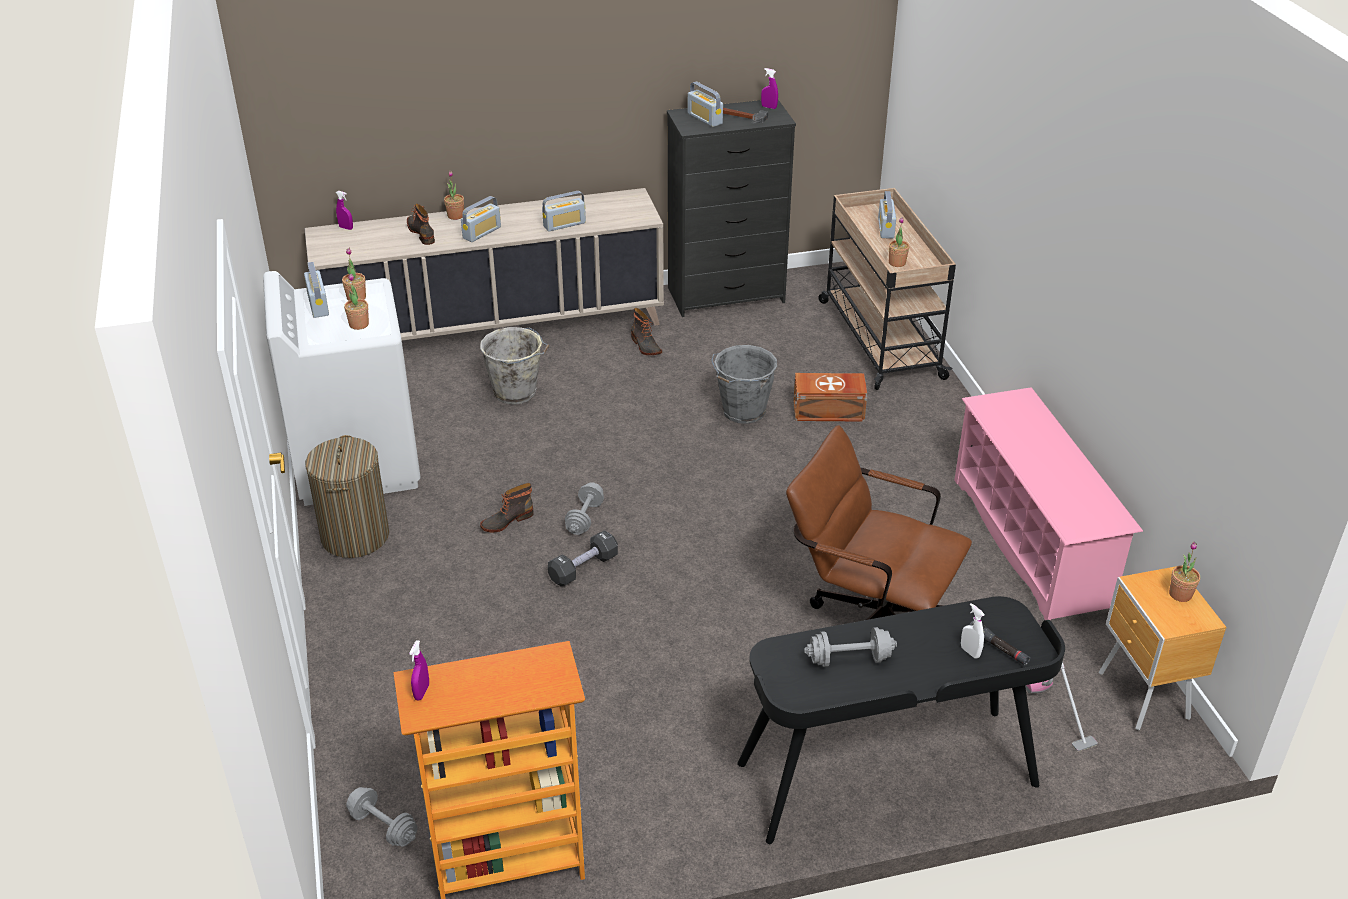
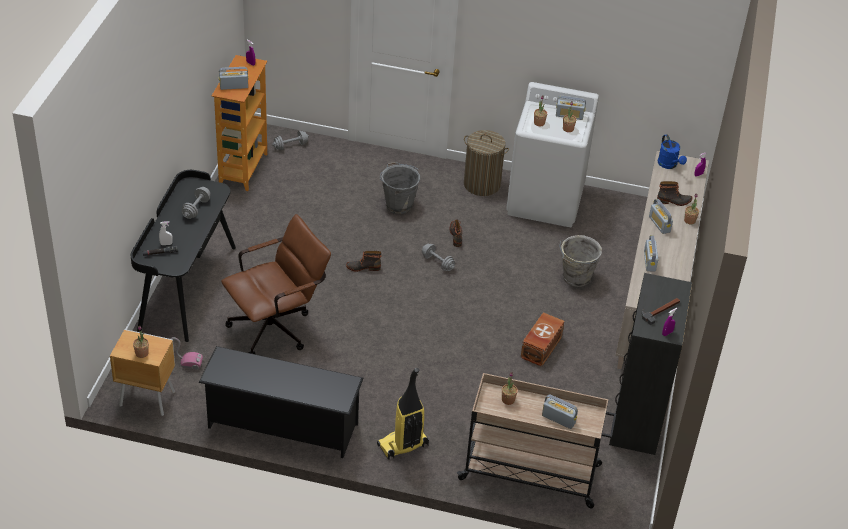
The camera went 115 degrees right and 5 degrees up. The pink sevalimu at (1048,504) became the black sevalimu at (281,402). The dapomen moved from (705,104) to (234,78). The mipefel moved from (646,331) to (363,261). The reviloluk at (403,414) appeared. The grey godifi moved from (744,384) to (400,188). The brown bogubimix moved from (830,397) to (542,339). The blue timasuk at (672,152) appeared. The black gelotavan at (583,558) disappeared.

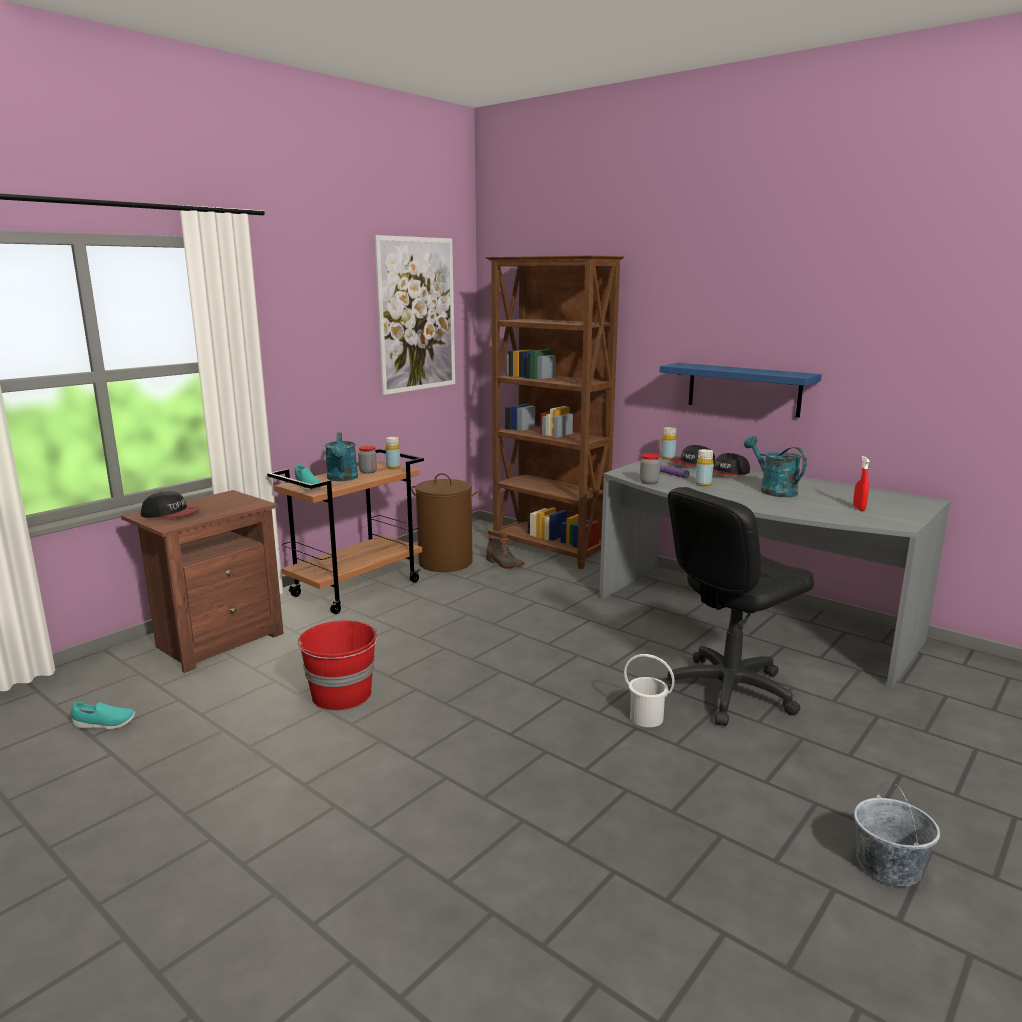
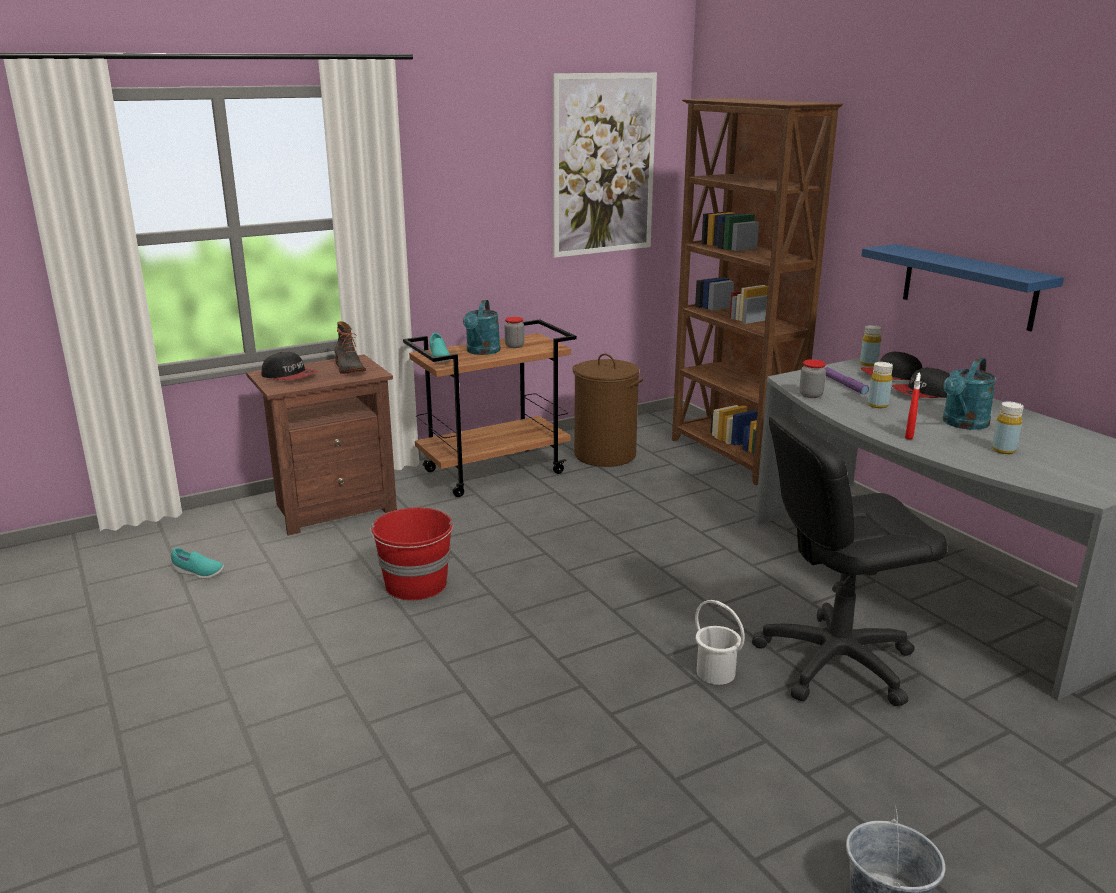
The camera went 20 degrees right and 5 degrees up. The mipefel moved from (505,549) to (350,347). The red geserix moved from (861,483) to (913,406). The turquoise timasuk at (775,466) turned 135 degrees counterclockwise. The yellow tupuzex moved from (393,453) to (1008,428).

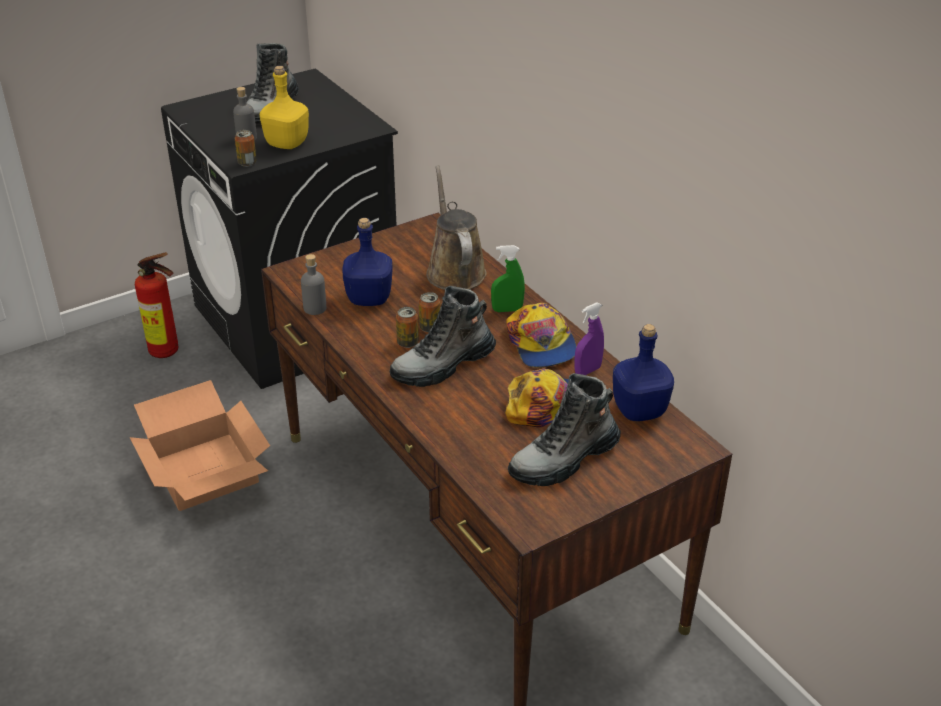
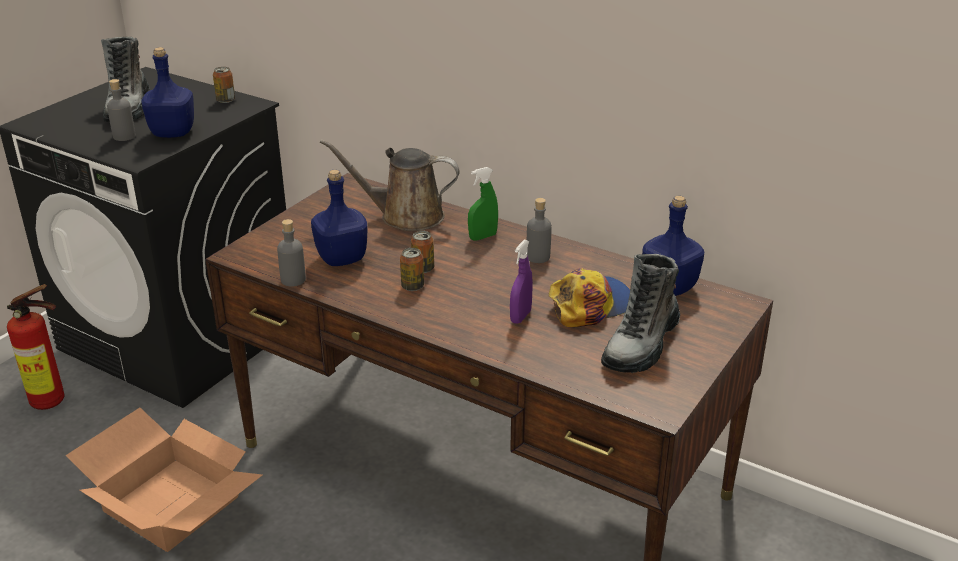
The camera went 25 degrees left and 5 degrees down. The yellow tupuzex at (284,107) became the blue tupuzex at (168,92). The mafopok moved from (246,148) to (224,85). The brown timasuk at (456,227) turned 45 degrees counterclockwise. The purple geserix moved from (589,338) to (521,282). The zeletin at (541,335) was replaced by the grey tupuzex at (539,230). The mipefel at (442,336) disappeared.

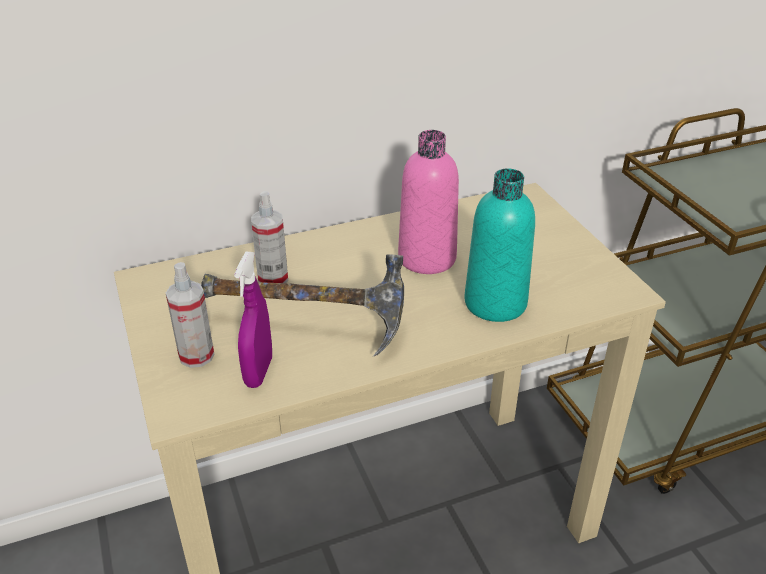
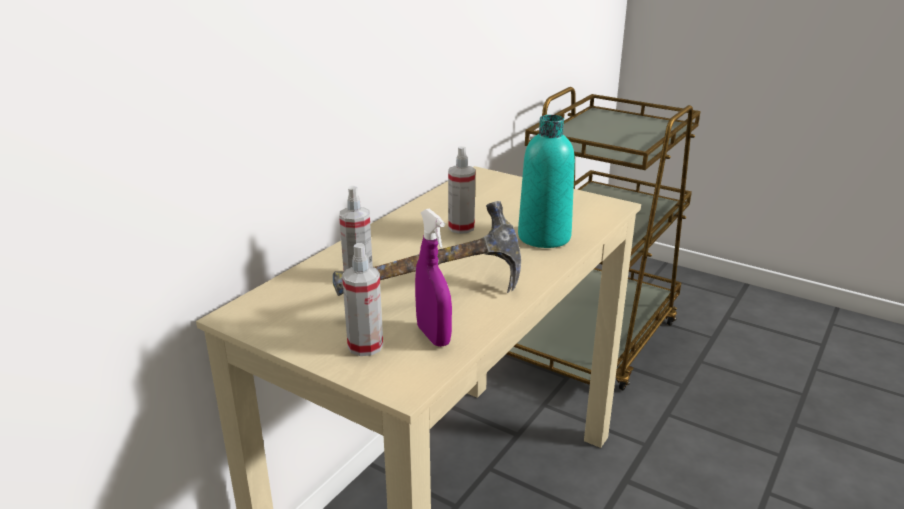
The camera went 35 degrees left and 10 degrees down. The pink tupuzex at (428,202) was replaced by the geserix at (461,190).

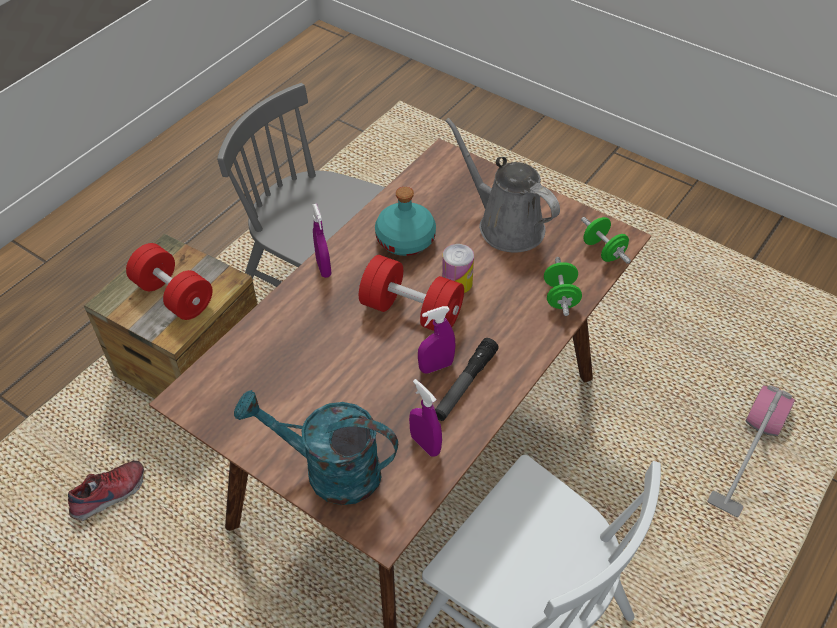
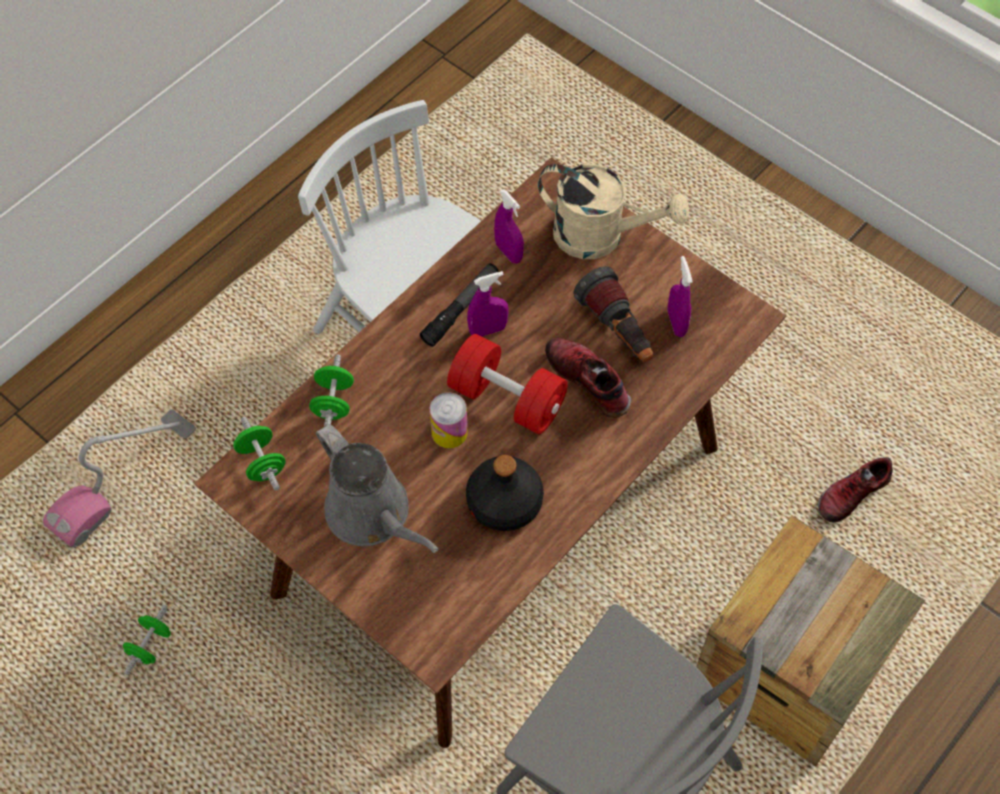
The camera went 175 degrees left and 10 degrees up. The green gelotavan at (147,640) appeared. The turquoise tupuzex at (405,221) became the black tupuzex at (505,493). The turquoise timasuk at (316,447) became the beige timasuk at (613,211). The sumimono at (588,378) appeared. The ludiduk at (613,314) appeared. The purple geserix moved from (321,241) to (680,296). The red gelotavan at (169,281) disappeared.

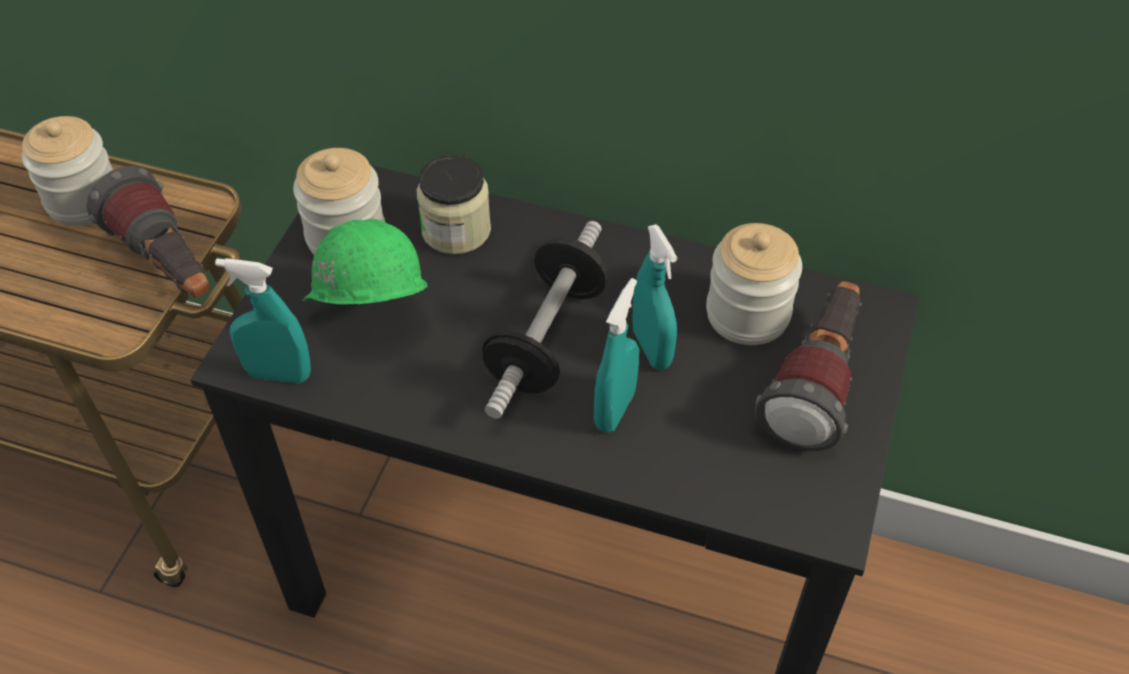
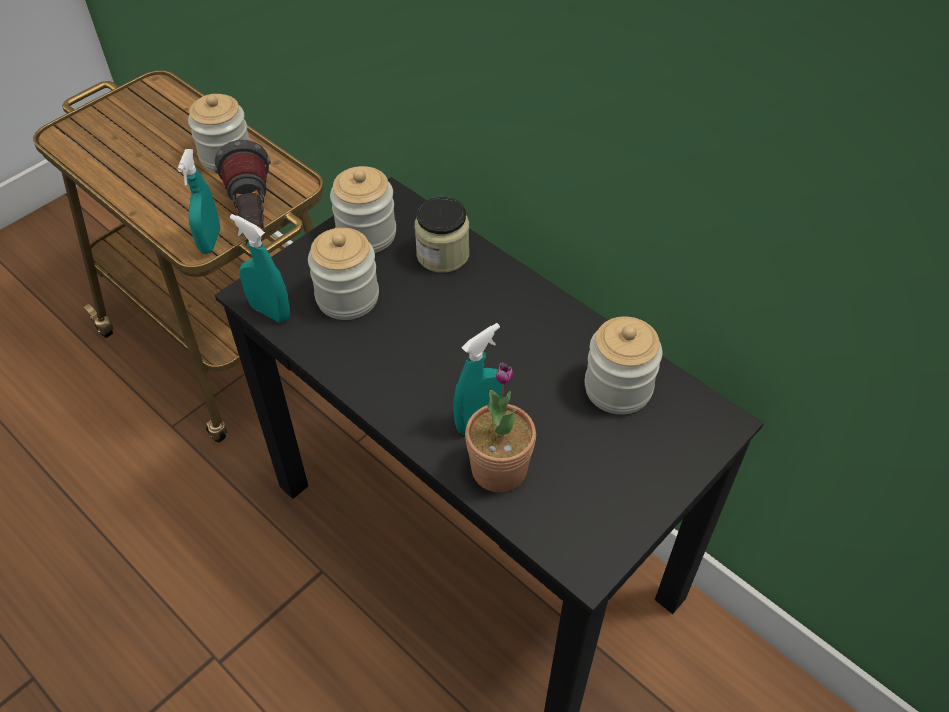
The camera went 25 degrees right and 0 degrees up. The turquoise geserix moved from (654,297) to (198,201). The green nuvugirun at (365,262) was replaced by the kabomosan at (343,274). The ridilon at (500,427) appeared. The gelotavan at (545,320) disappeared. The ludiduk at (808,366) disappeared.

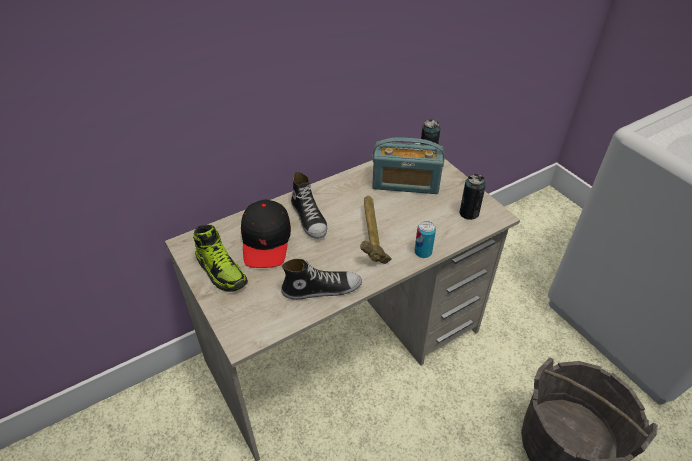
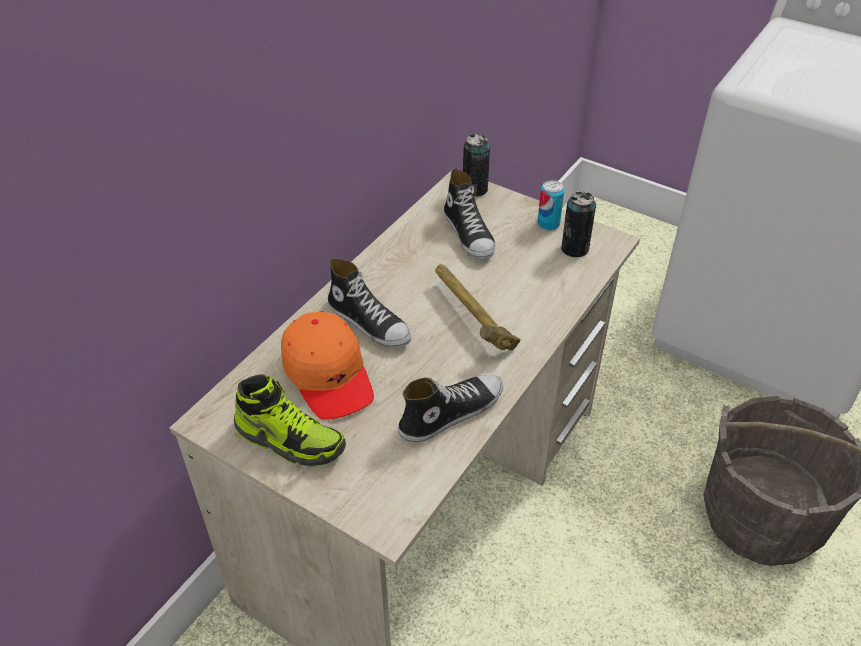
The camera went 25 degrees left and 0 degrees up. The black zeletin at (266,233) became the orange zeletin at (327,365). The dapomen at (408,165) was replaced by the sumimono at (469,214). The mafopok moved from (425,239) to (551,205).

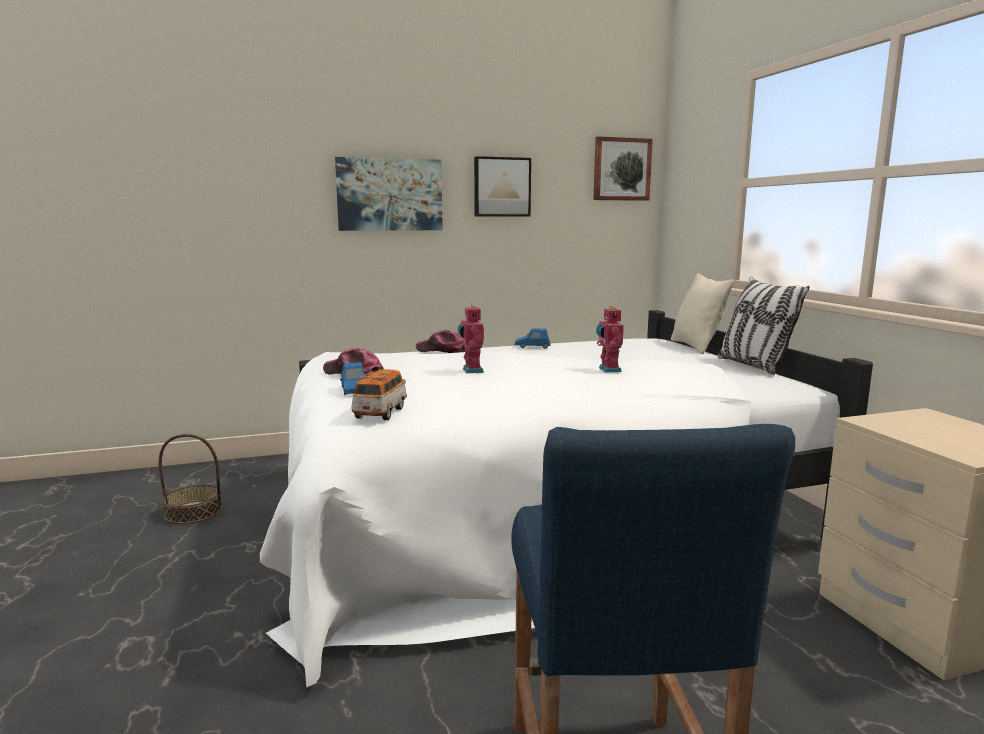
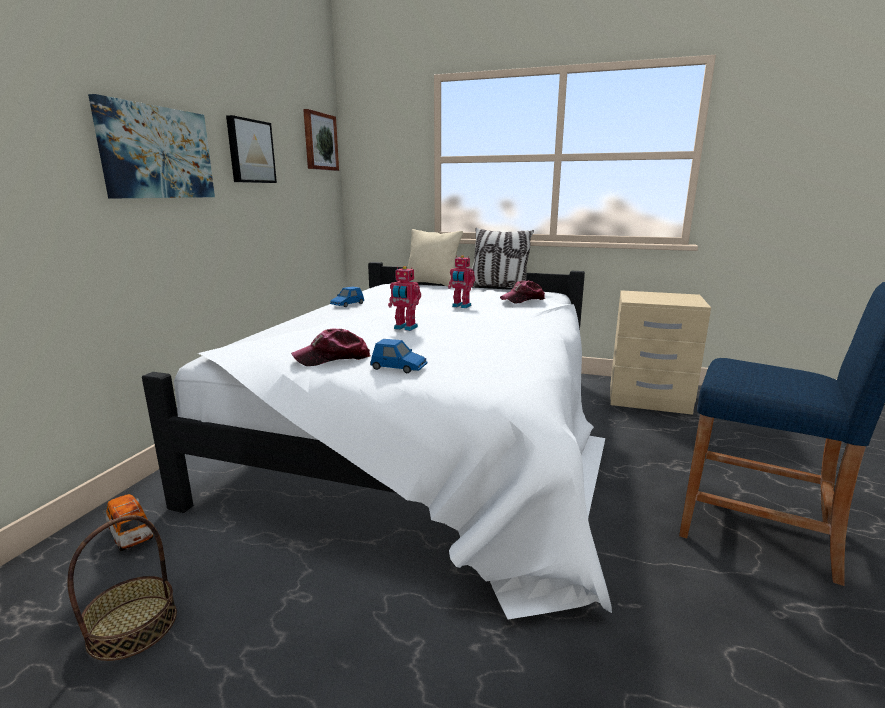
The camera went 55 degrees left and 5 degrees up. The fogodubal moved from (379,394) to (128,522). The zeletin moved from (440,341) to (522,291).

